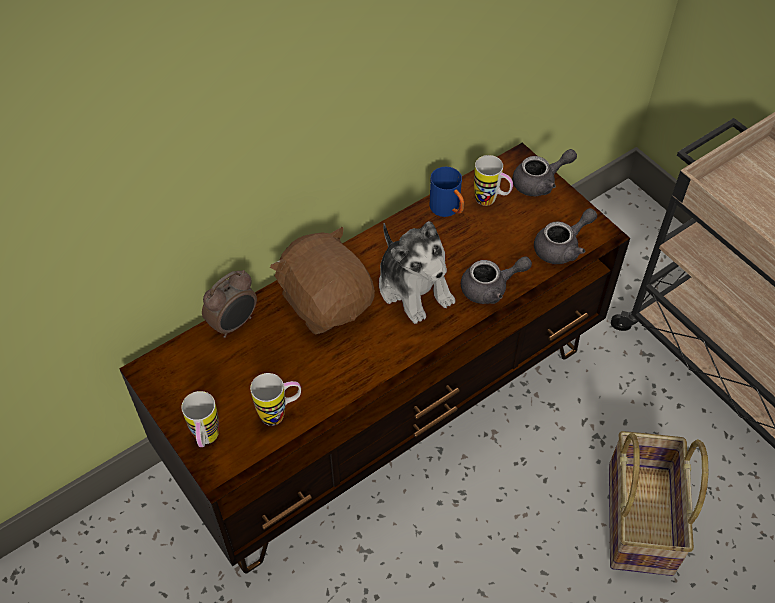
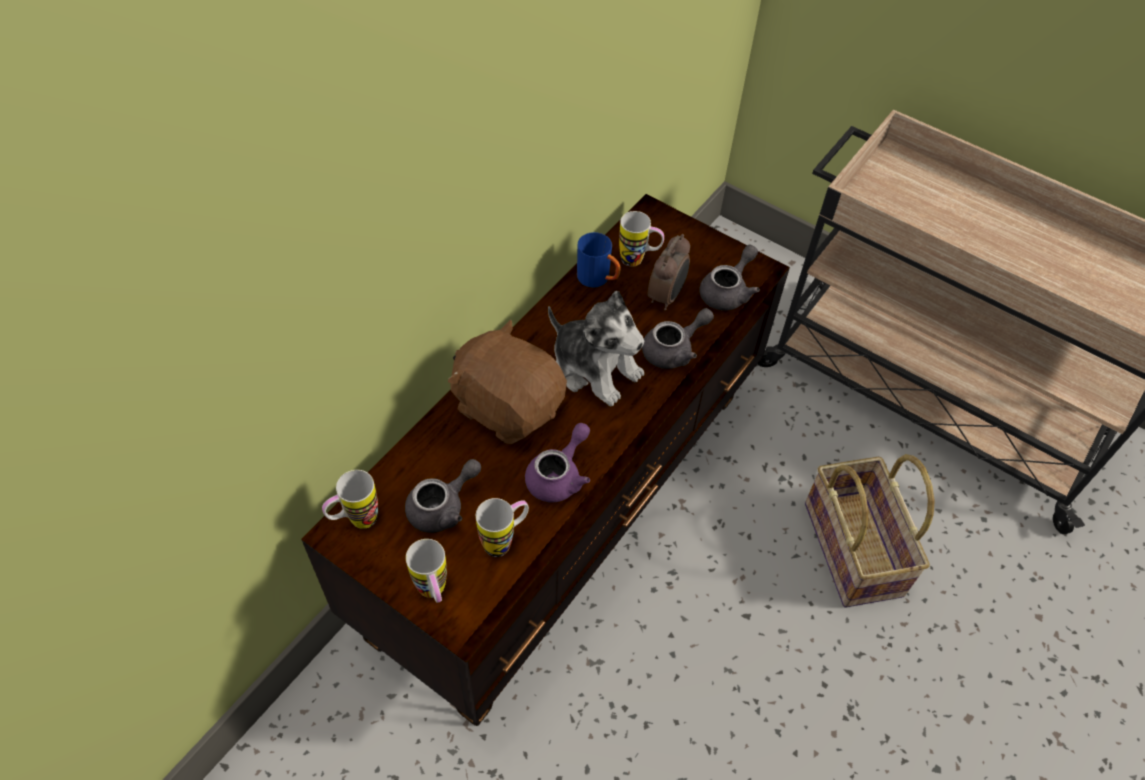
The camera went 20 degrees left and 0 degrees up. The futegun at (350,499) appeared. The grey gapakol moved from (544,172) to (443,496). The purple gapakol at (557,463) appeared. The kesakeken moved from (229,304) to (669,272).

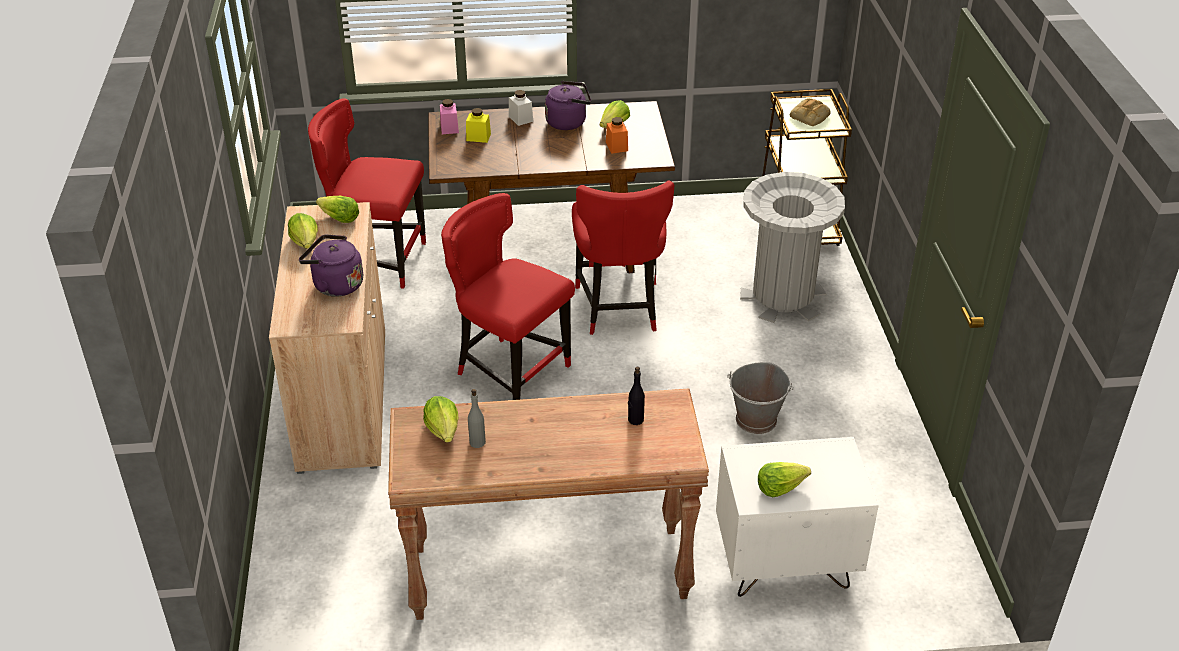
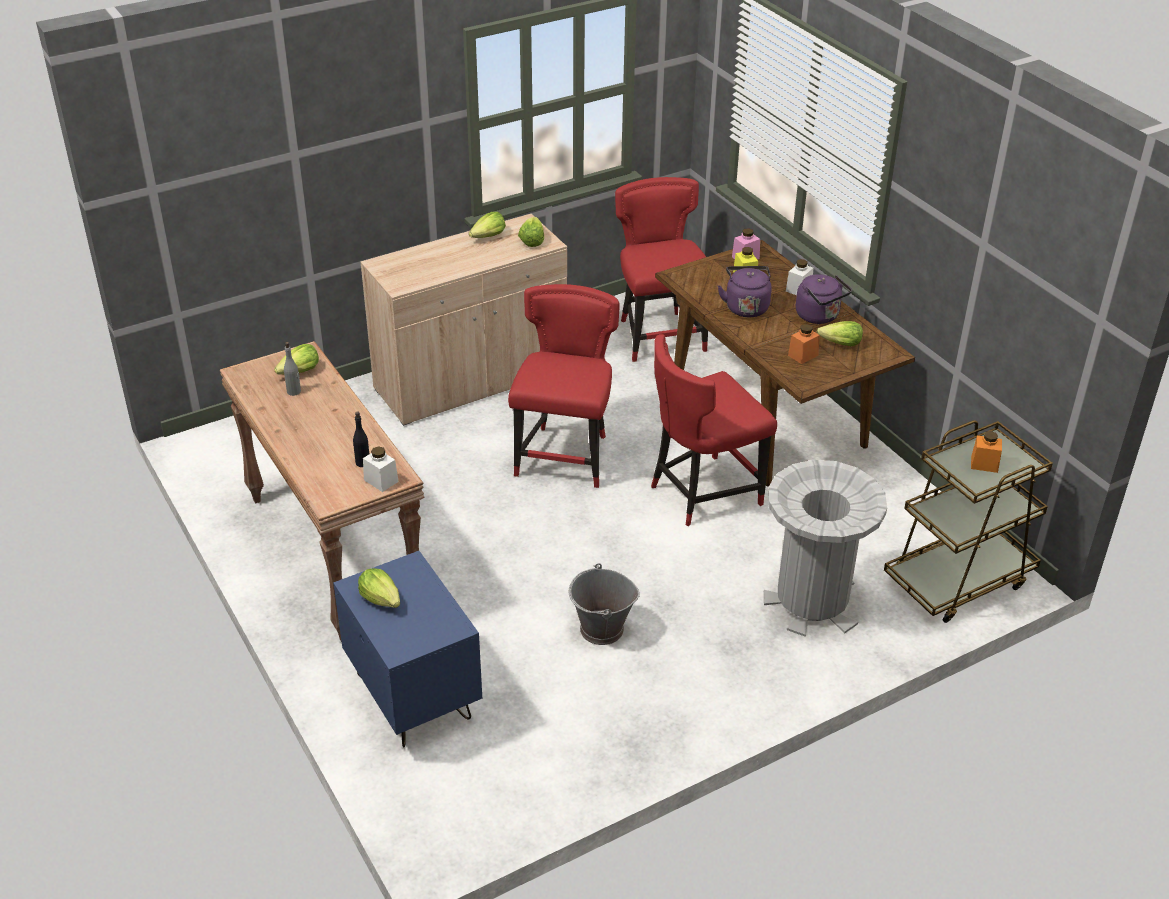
The camera went 65 degrees right and 0 degrees up. The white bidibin at (797,517) became the blue bidibin at (407,649). The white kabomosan at (381,469) appeared. The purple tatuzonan moved from (331,266) to (745,291). The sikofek at (810,112) was replaced by the orange kabomosan at (986,452).

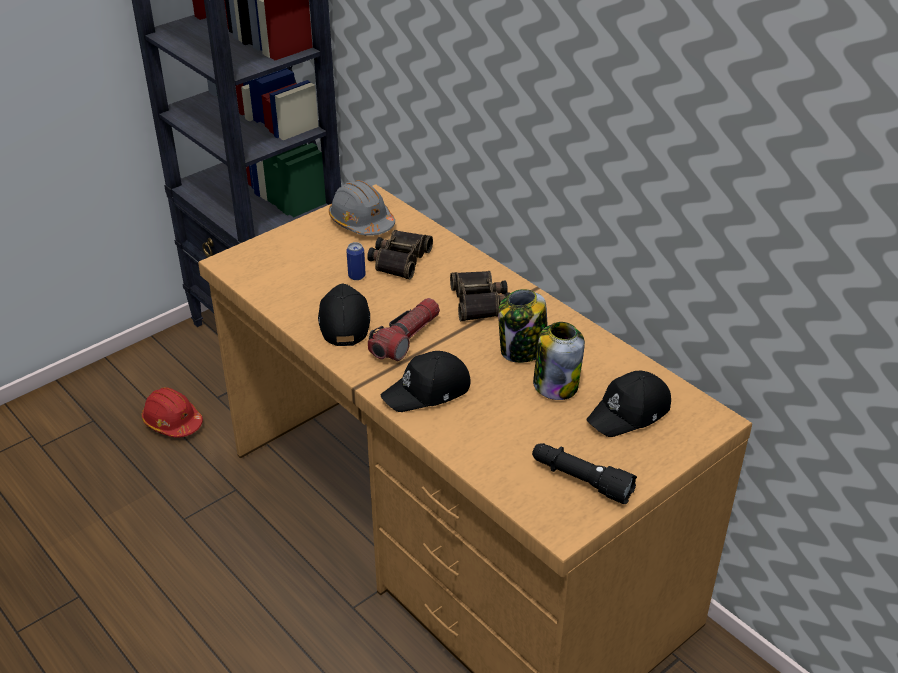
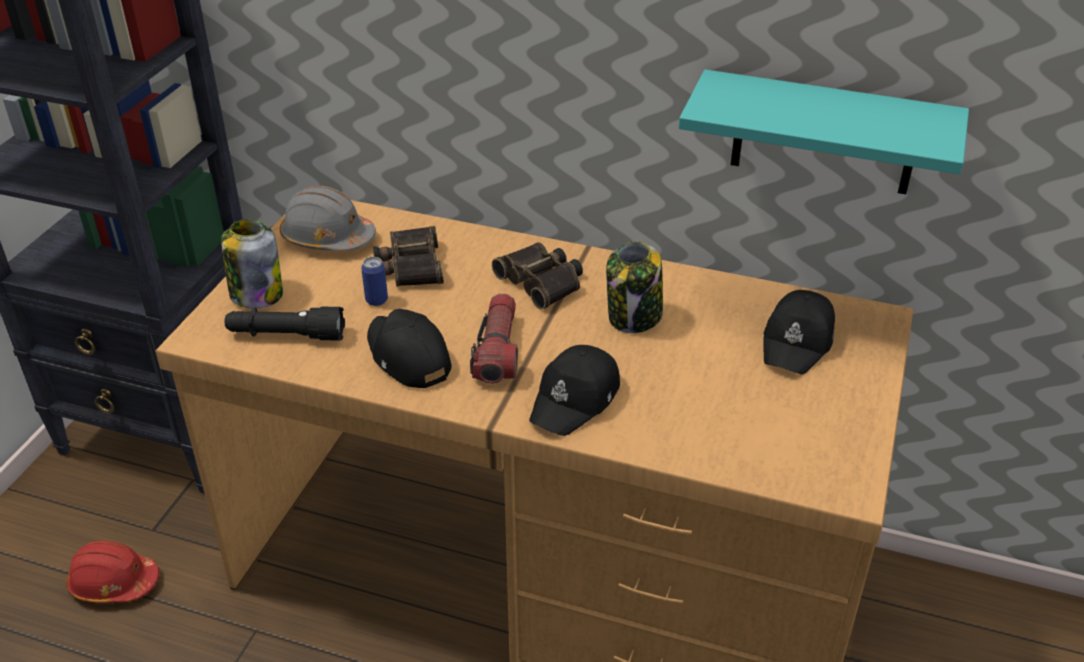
The camera went 30 degrees left and 0 degrees up. The kabomosan moved from (559,361) to (252,264). The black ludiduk moved from (584,473) to (285,324). The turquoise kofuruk at (824,131) appeared.

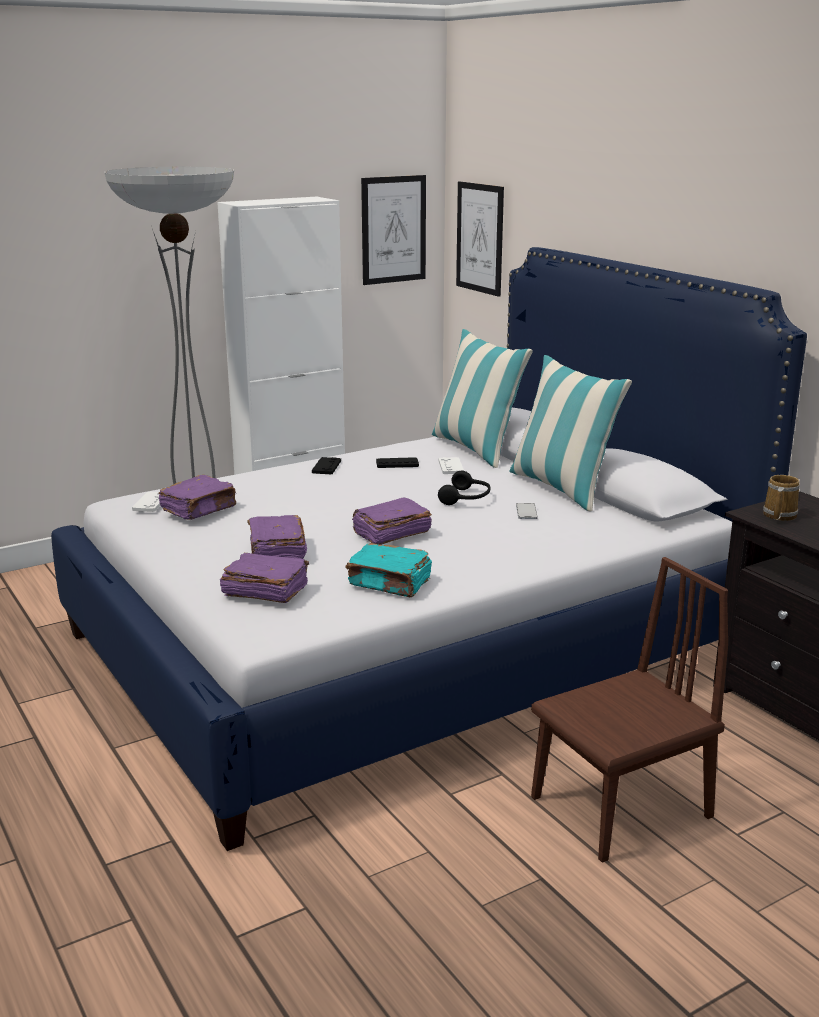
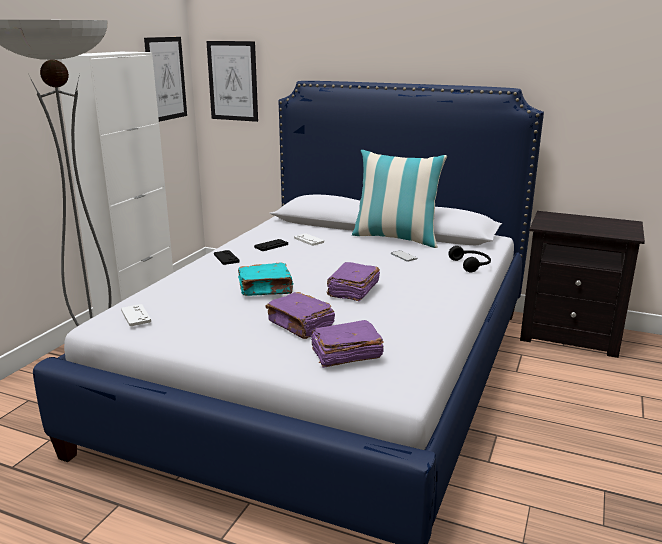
The camera went 35 degrees left and 0 degrees up. The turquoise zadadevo moved from (389,570) to (266,279). The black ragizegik moved from (464,488) to (469,259). The purple zadadevo at (198,497) disappeared. The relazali at (482,398) disappeared. The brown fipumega at (629,710) disappeared. The futegun at (781,498) disappeared.

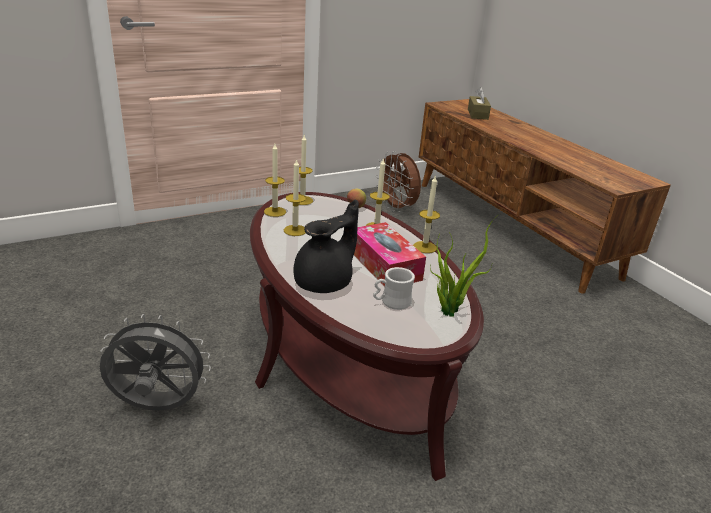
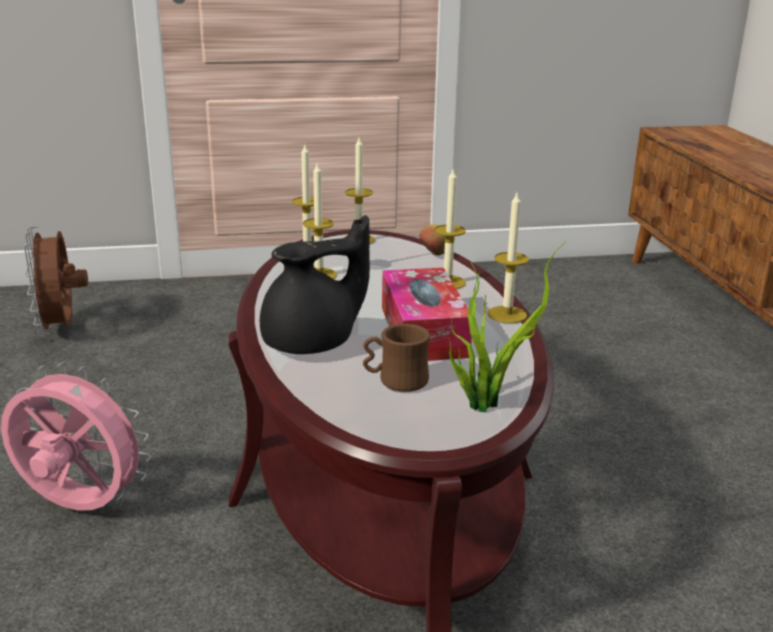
The camera went 20 degrees right and 5 degrees down. The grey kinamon at (155,362) became the pink kinamon at (76,436). The brown kinamon moved from (398,181) to (56,281). The white futegun at (394,288) became the brown futegun at (396,358). The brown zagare at (479,103) disappeared.

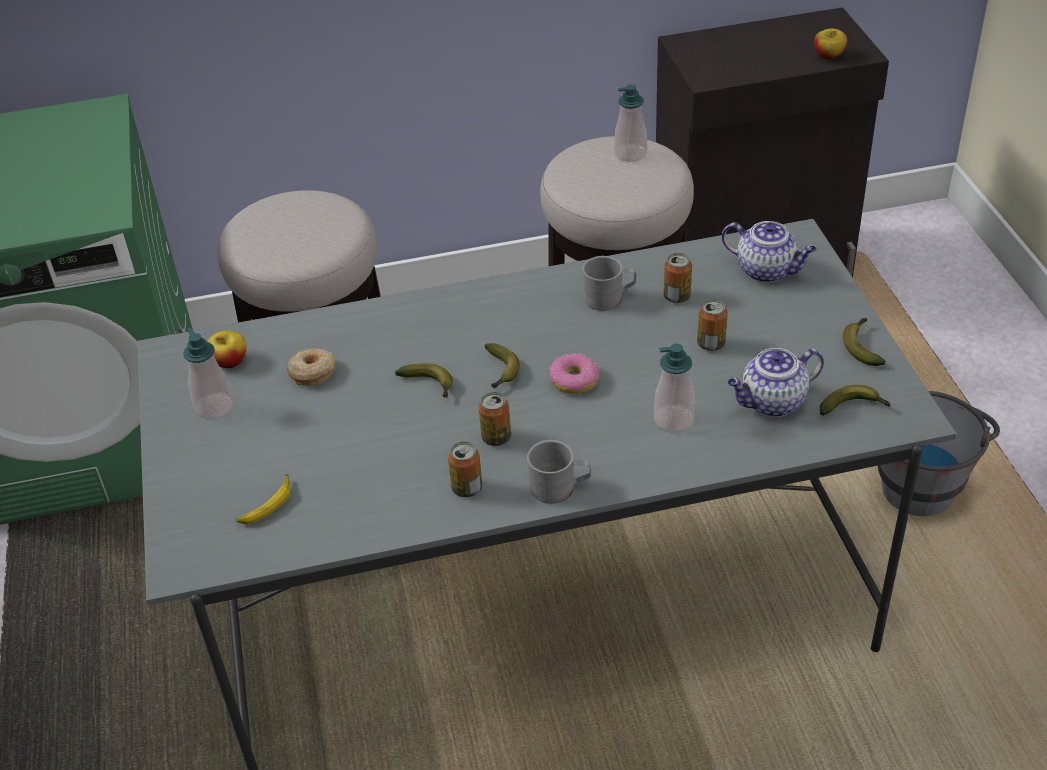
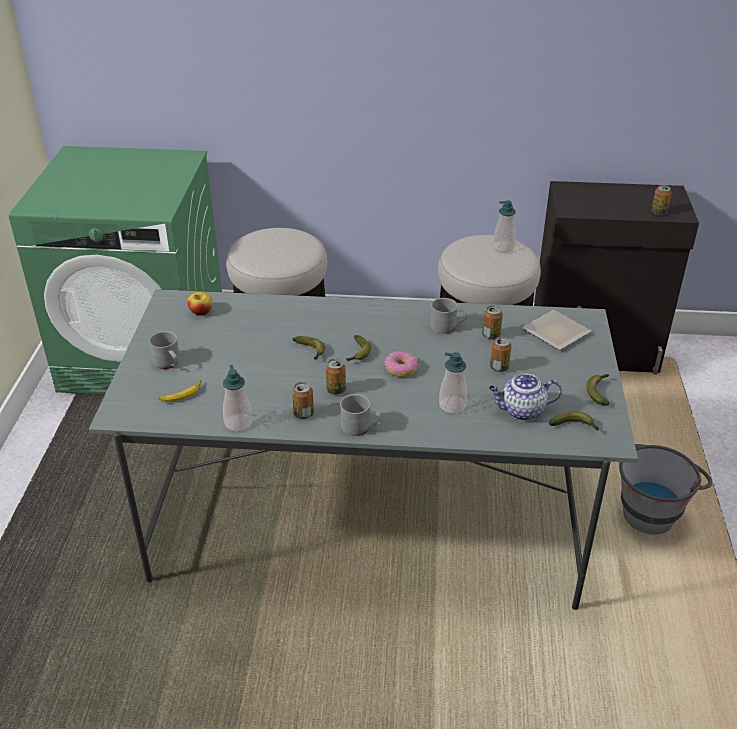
The camera went 15 degrees right and 5 degrees down. The grey futegun at (164,350) appeared. The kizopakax moved from (208,373) to (237,398). The gapakol at (769,252) was replaced by the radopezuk at (556,330). The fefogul at (830,44) was replaced by the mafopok at (661,200). The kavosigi at (311,367) disappeared.

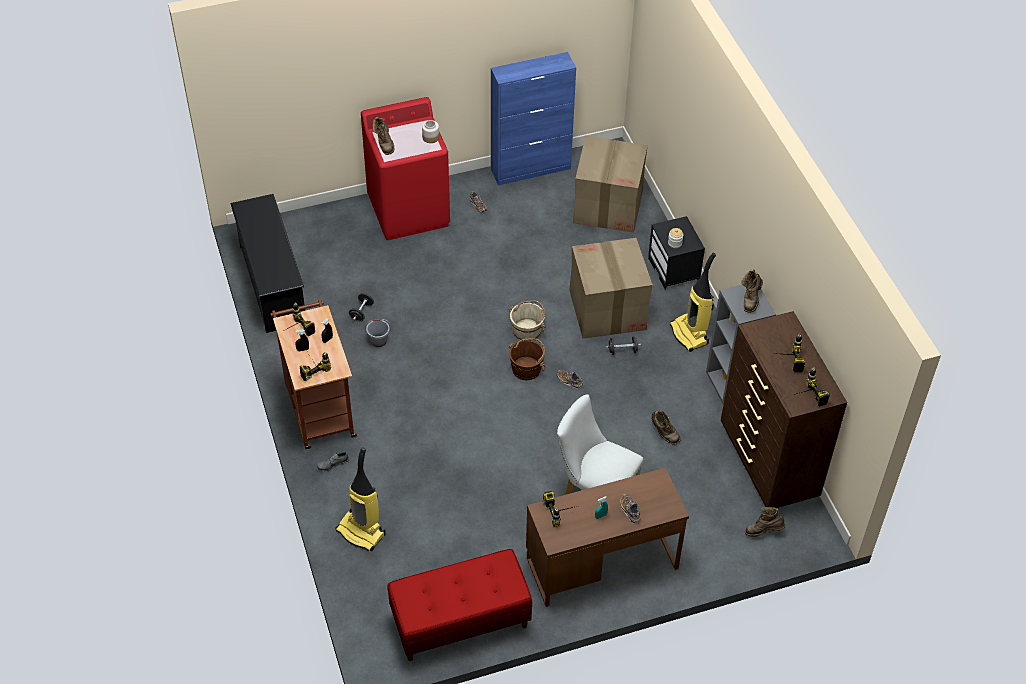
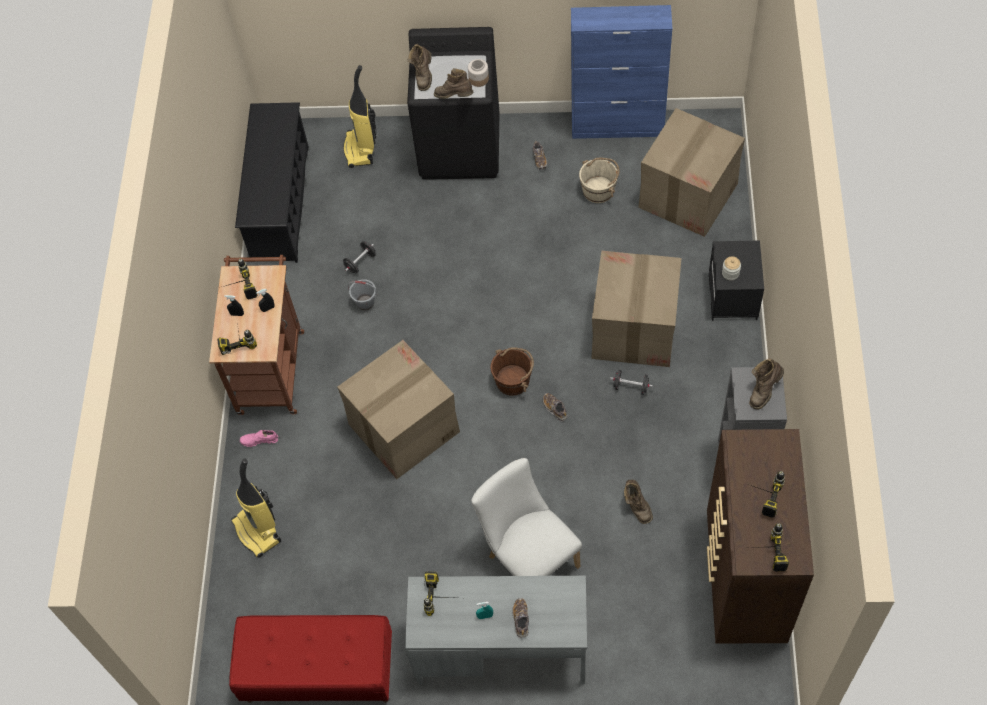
The camera went 25 degrees right and 10 degrees up. The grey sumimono at (333,461) became the pink sumimono at (259,438). The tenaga at (398,409) appeared. The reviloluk moved from (693,302) to (360,116). The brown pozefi at (607,537) became the grey pozefi at (496,630). The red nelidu at (405,168) became the black nelidu at (453,103). The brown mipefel moved from (765,522) to (454,83). The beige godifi moved from (527,320) to (599,180).

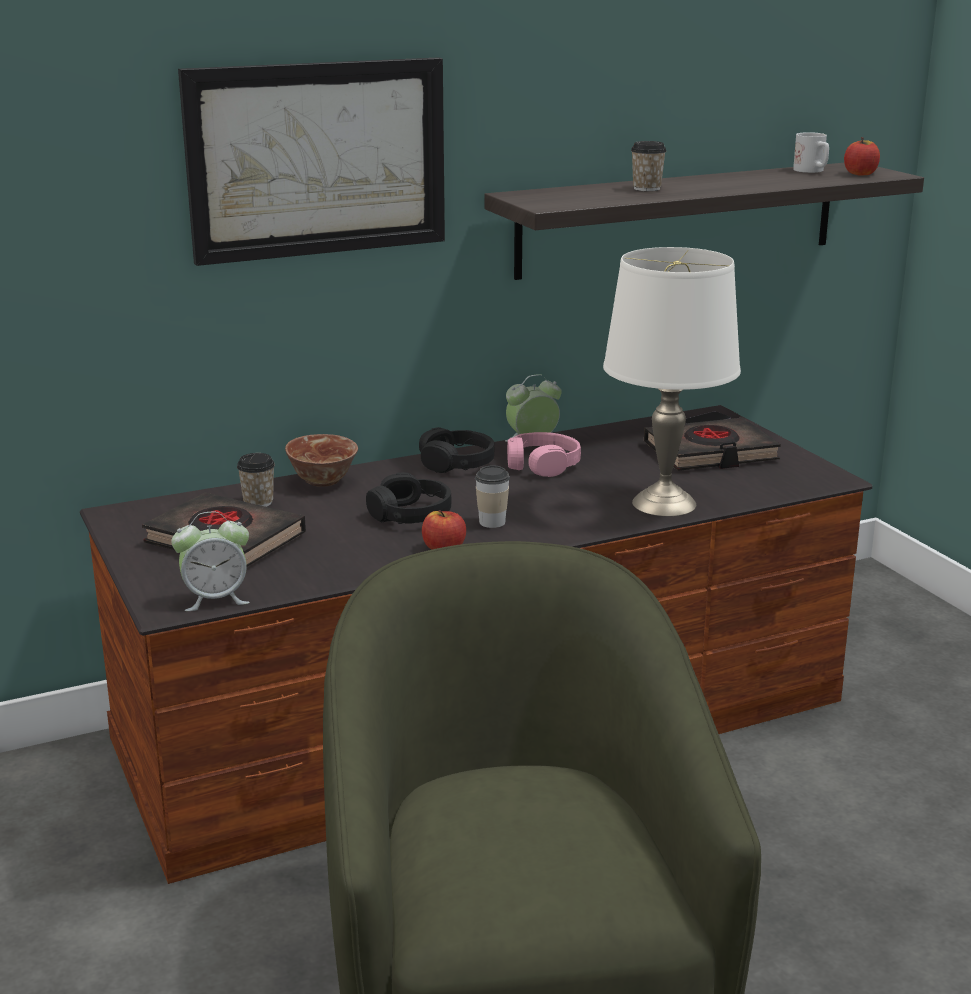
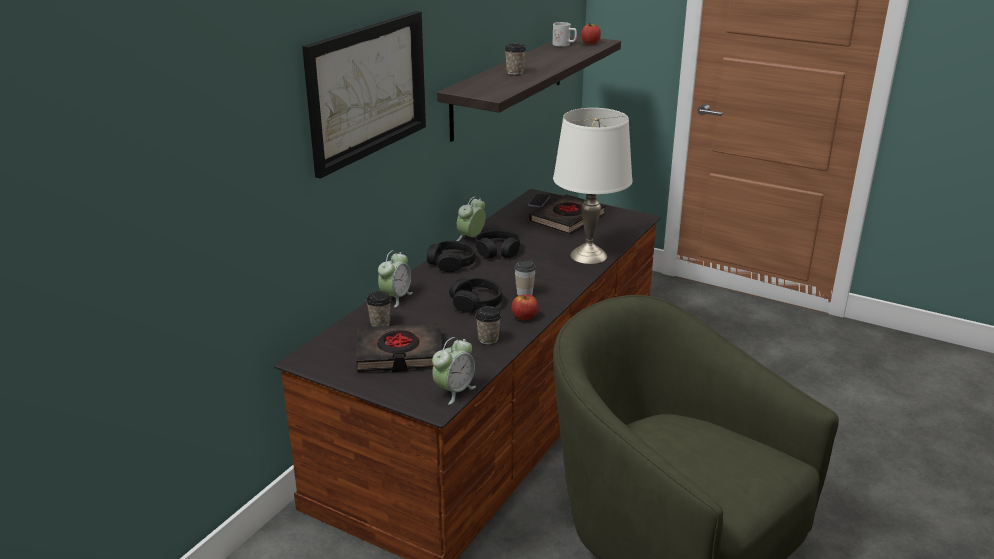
The camera went 35 degrees left and 5 degrees up. The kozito at (321,460) was replaced by the kesakeken at (395,279). The pink ragizegik at (544,454) became the black ragizegik at (497,244). The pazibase at (488,325) appeared.

